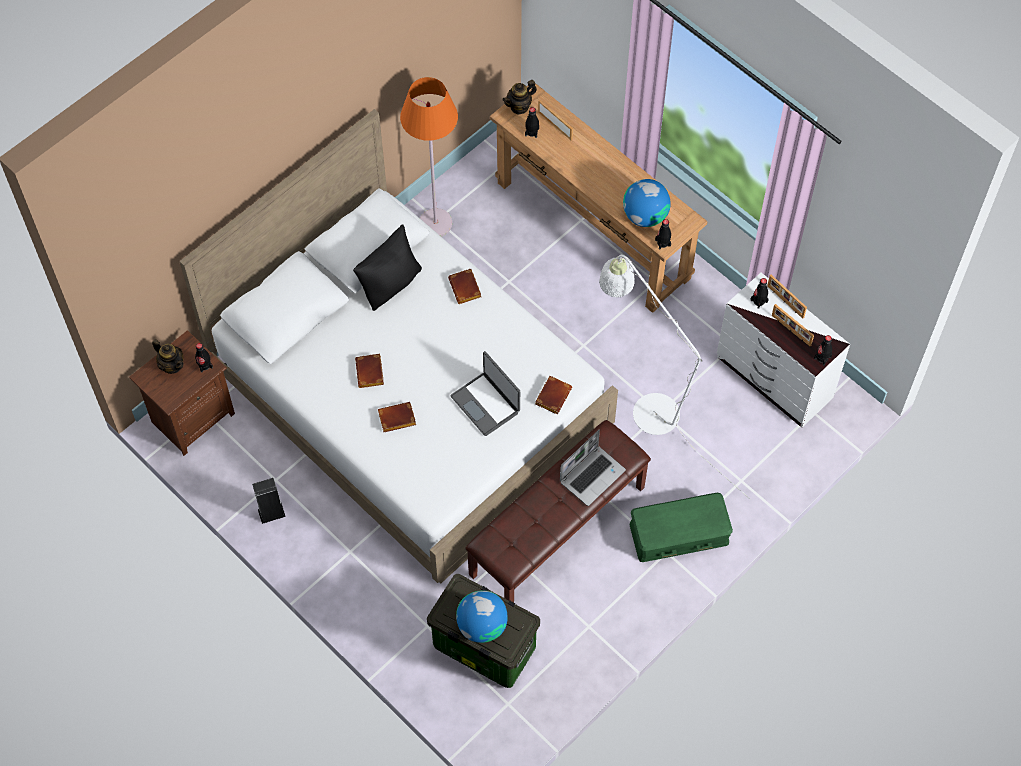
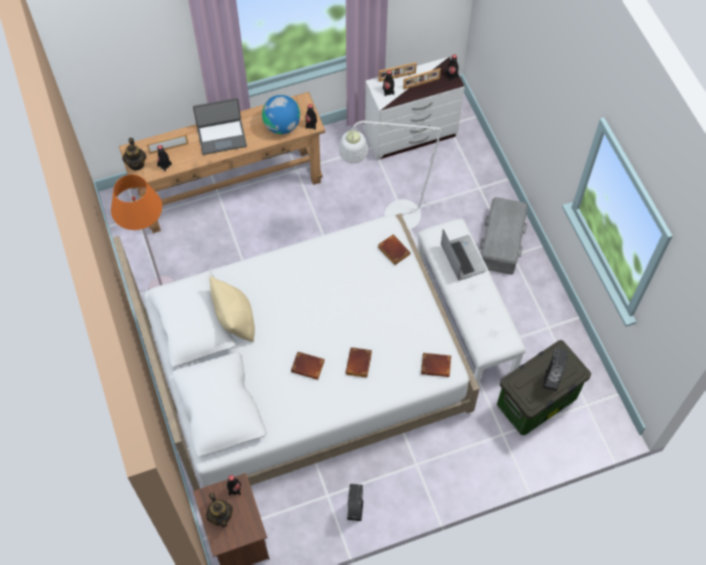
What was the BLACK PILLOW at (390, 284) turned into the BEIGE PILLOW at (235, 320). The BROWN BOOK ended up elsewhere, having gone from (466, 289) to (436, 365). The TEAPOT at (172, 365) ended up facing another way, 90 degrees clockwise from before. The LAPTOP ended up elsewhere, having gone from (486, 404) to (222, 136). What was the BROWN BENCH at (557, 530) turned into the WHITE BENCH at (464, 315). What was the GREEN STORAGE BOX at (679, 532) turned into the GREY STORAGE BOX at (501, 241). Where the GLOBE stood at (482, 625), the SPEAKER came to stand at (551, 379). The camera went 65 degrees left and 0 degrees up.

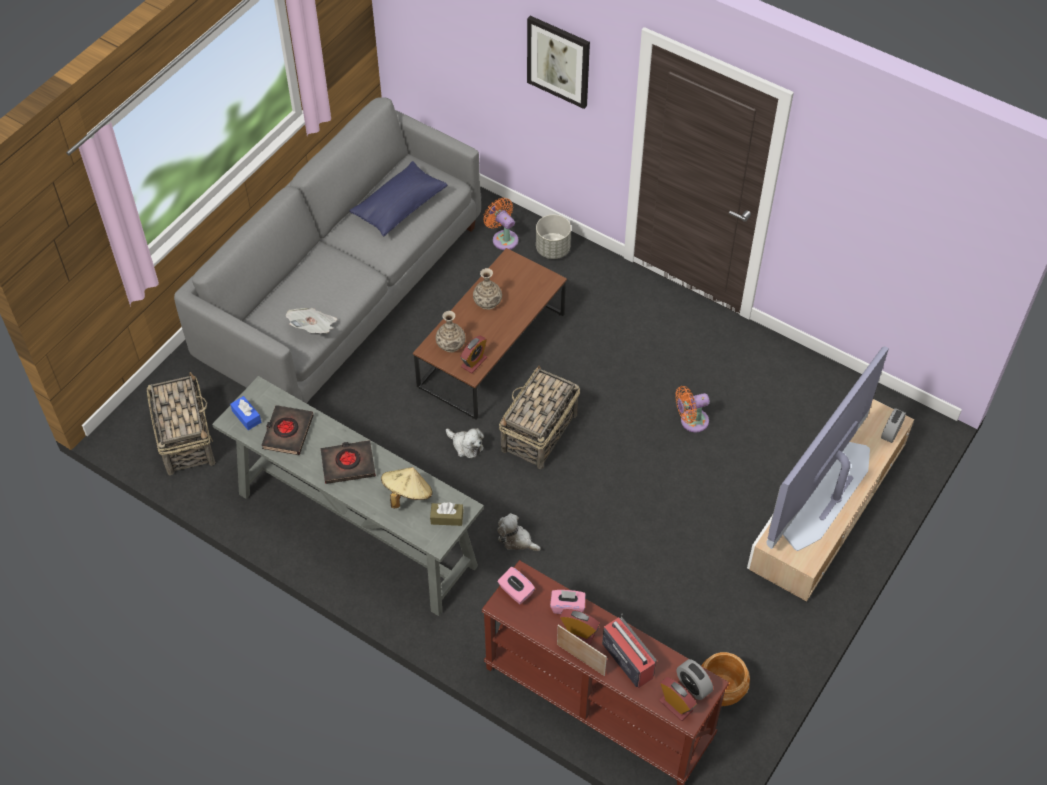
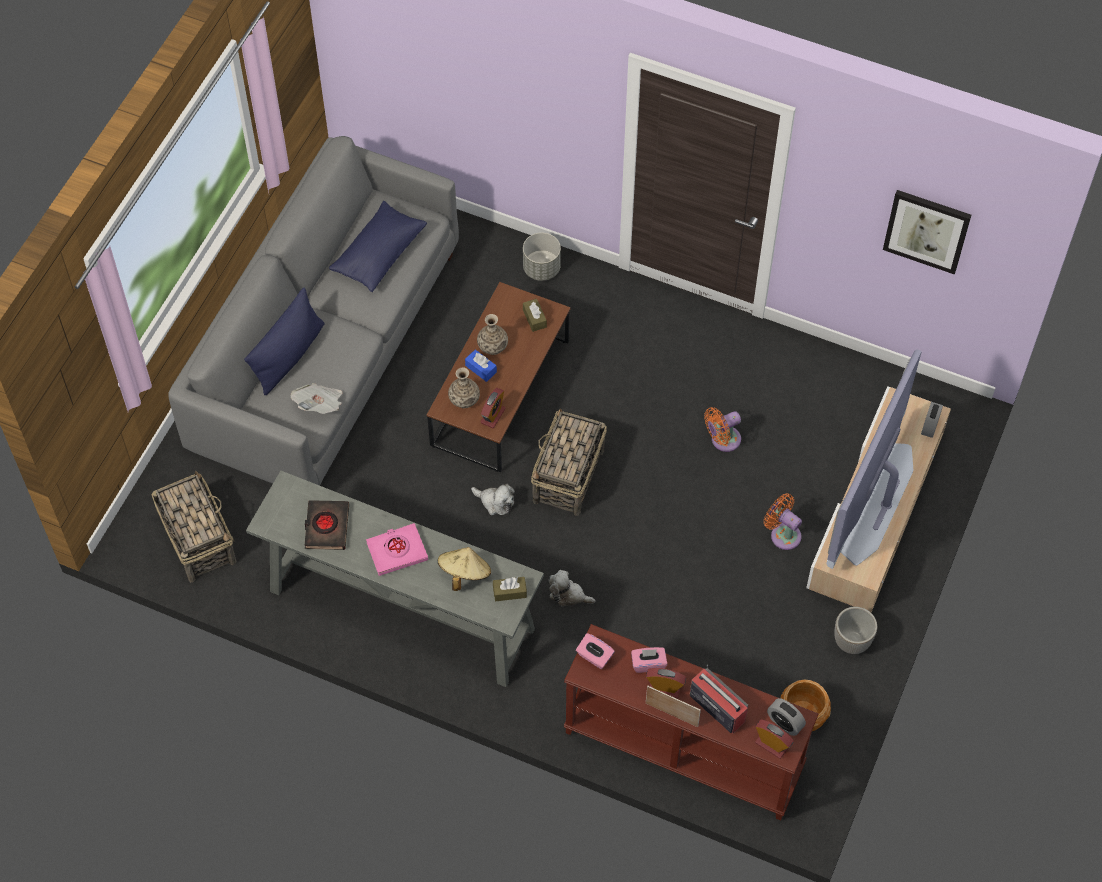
The PICTURE ended up elsewhere, having gone from (559, 61) to (927, 230). The ORANGE FAN ended up elsewhere, having gone from (503, 238) to (783, 534). The BLUE TISSUE BOX ended up elsewhere, having gone from (246, 416) to (481, 369). What was the BLACK BOOK at (348, 464) turned into the PINK BOOK at (397, 551). The second view gained the BLUE PILLOW at (289, 356). The second view gained the BROWN TISSUE BOX at (534, 318). The second view gained the PLANTER at (852, 642). The camera went 10 degrees left and 5 degrees up.

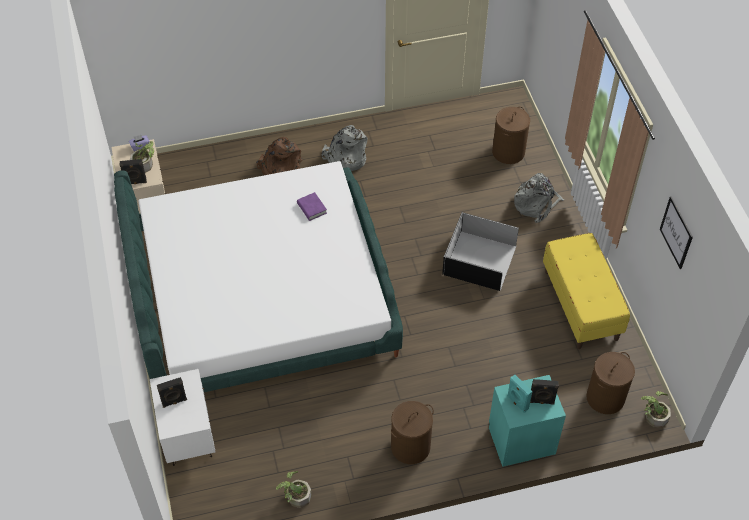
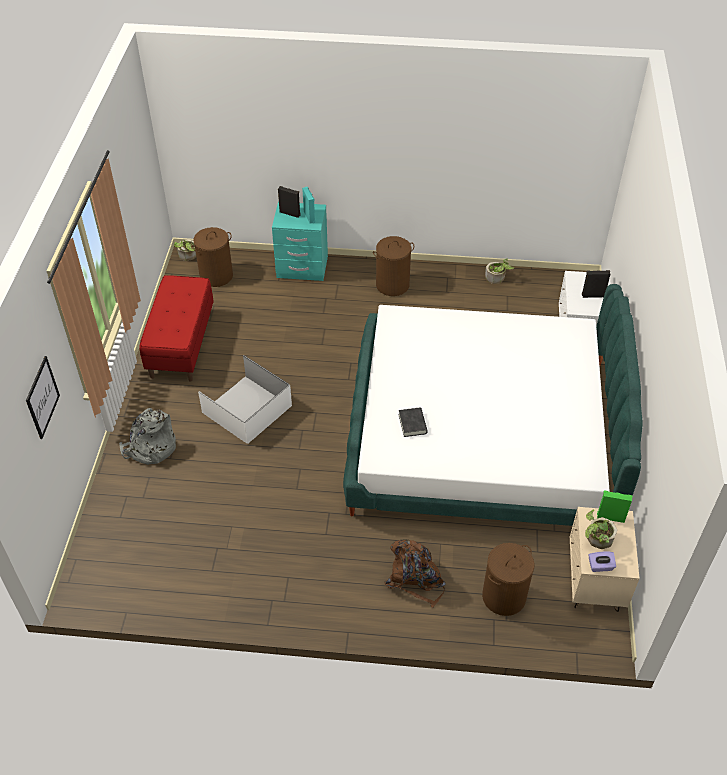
The BROWN LAUNDRY BASKET ended up elsewhere, having gone from (508, 152) to (504, 596). The second view lost the GREY BACKPACK at (345, 158). What was the BLACK SPEAKER at (135, 182) turned into the GREEN SPEAKER at (610, 517). What was the PURPLE BOOK at (312, 208) turned into the BLACK BOOK at (412, 424). The PICTURE ended up elsewhere, having gone from (676, 232) to (42, 397). What was the BLACK STORAGE BOX at (479, 261) turned into the WHITE STORAGE BOX at (247, 408). What was the YELLOW BENCH at (581, 305) turned into the RED BENCH at (181, 344). The camera went 160 degrees left and 5 degrees down.

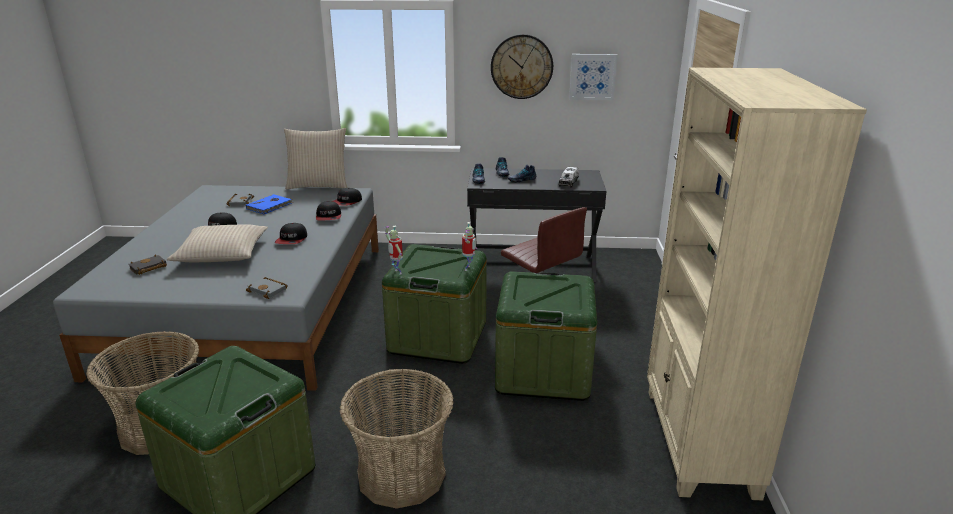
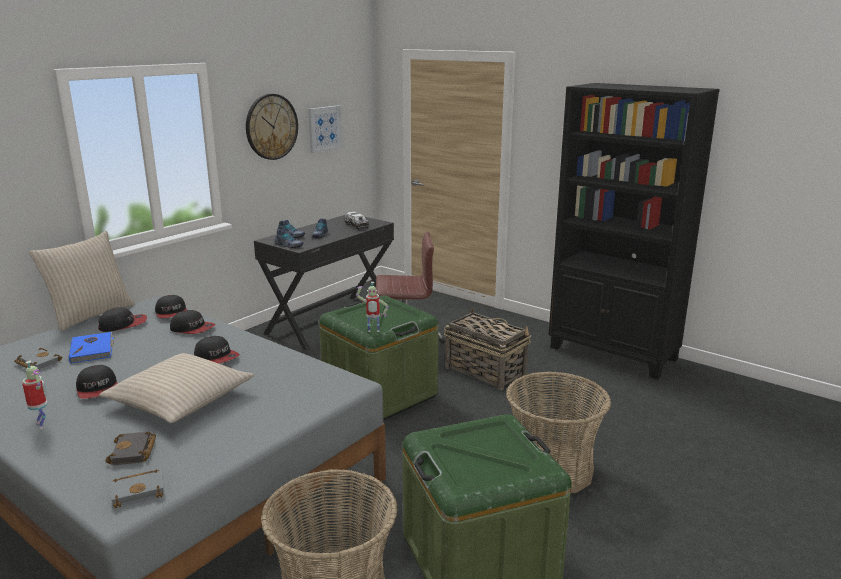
What was the BEIGE BOOKCASE at (698, 441) turned into the BLACK BOOKCASE at (613, 354). The TOY ROBOT ended up elsewhere, having gone from (469, 268) to (42, 425). Where the GREEN STORAGE BOX stood at (543, 371), the BASKET came to stand at (484, 370). The GREY BOOK ended up elsewhere, having gone from (269, 290) to (139, 491). The second view gained the CAP at (123, 325). The camera went 55 degrees left and 5 degrees down.

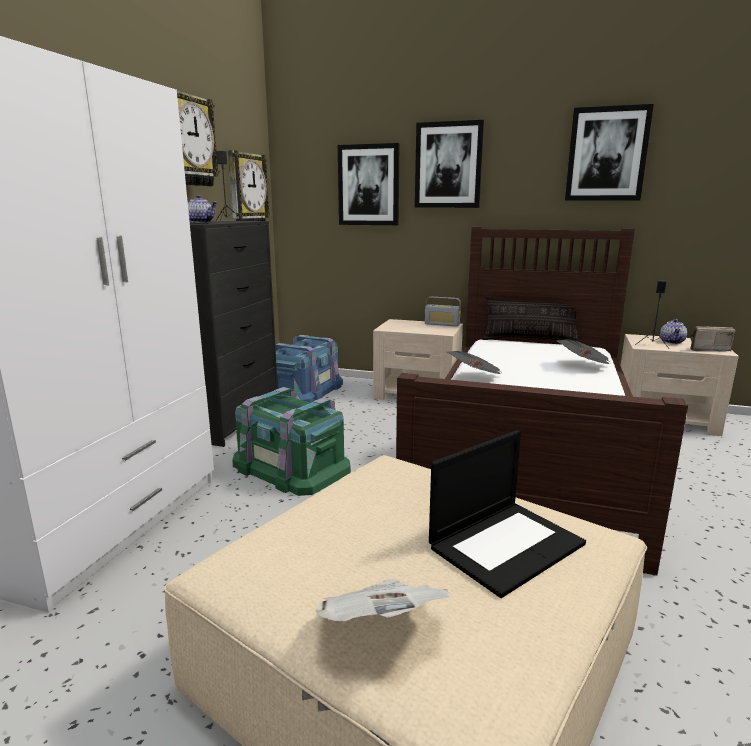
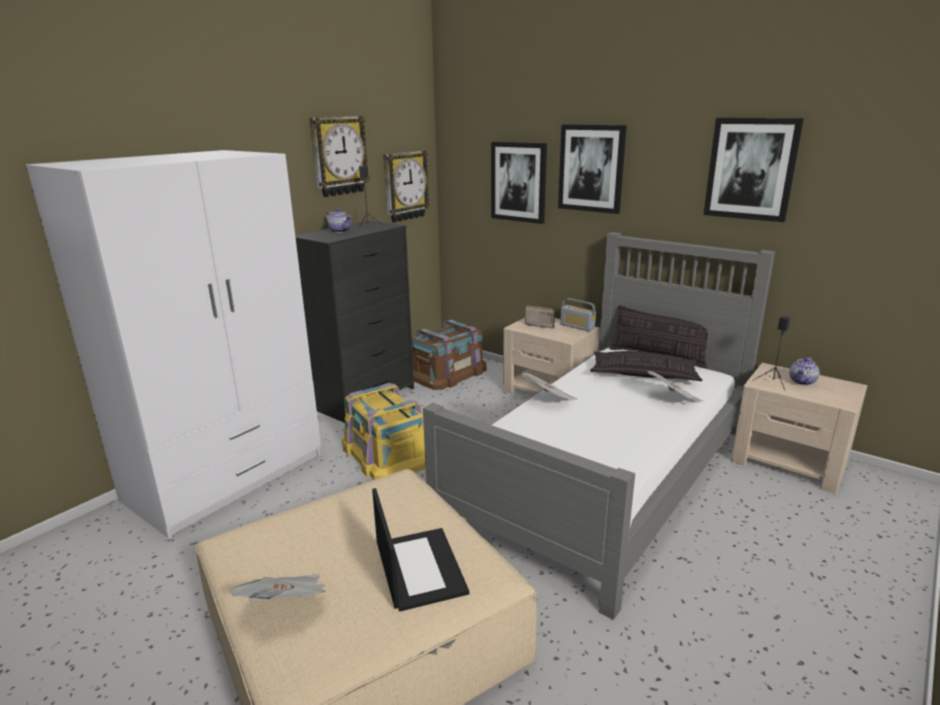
What was the BROWN BED at (528, 450) turned into the GREY BED at (605, 473). The RADIO ended up elsewhere, having gone from (706, 349) to (540, 325). What was the BLUE STORAGE BOX at (305, 390) turned into the BROWN STORAGE BOX at (448, 373). What was the GREEN STORAGE BOX at (290, 467) turned into the YELLOW STORAGE BOX at (385, 452). The LAPTOP at (506, 544) ended up facing another way, 90 degrees counterclockwise from before. The second view gained the PILLOW at (644, 374). The camera went 20 degrees right and 5 degrees up.

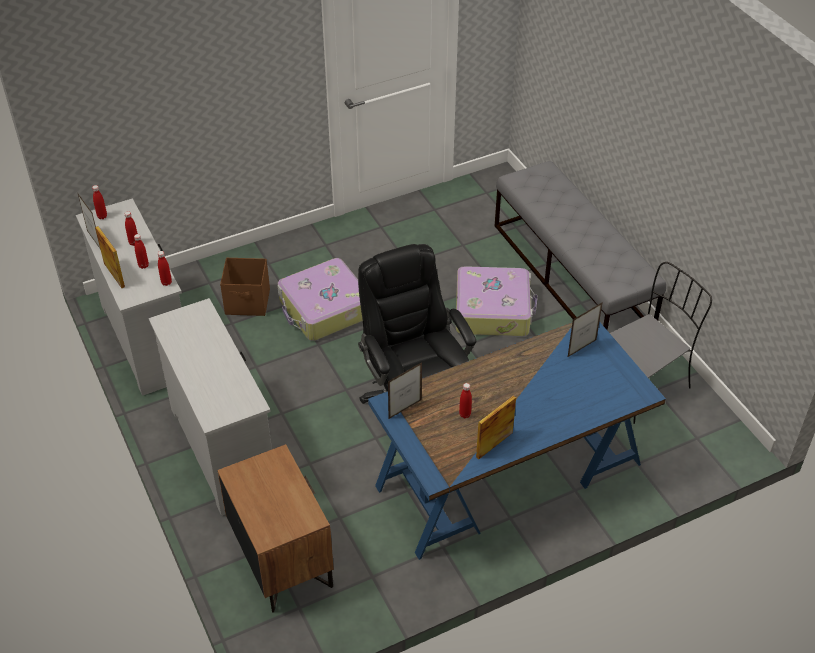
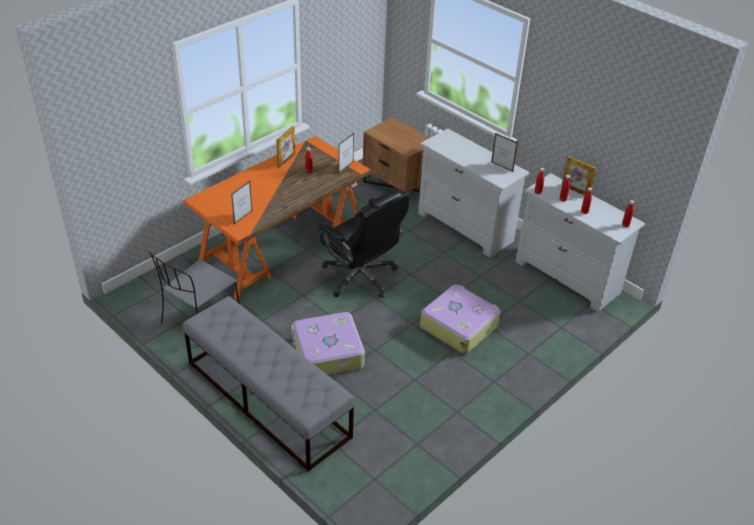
The PICTURE FRAME ended up elsewhere, having gone from (94, 241) to (502, 167). The second view lost the BROWN STORAGE BOX at (248, 302). What was the BLUE DESK at (509, 476) turned into the ORANGE DESK at (282, 246). The camera went 160 degrees right and 5 degrees down.

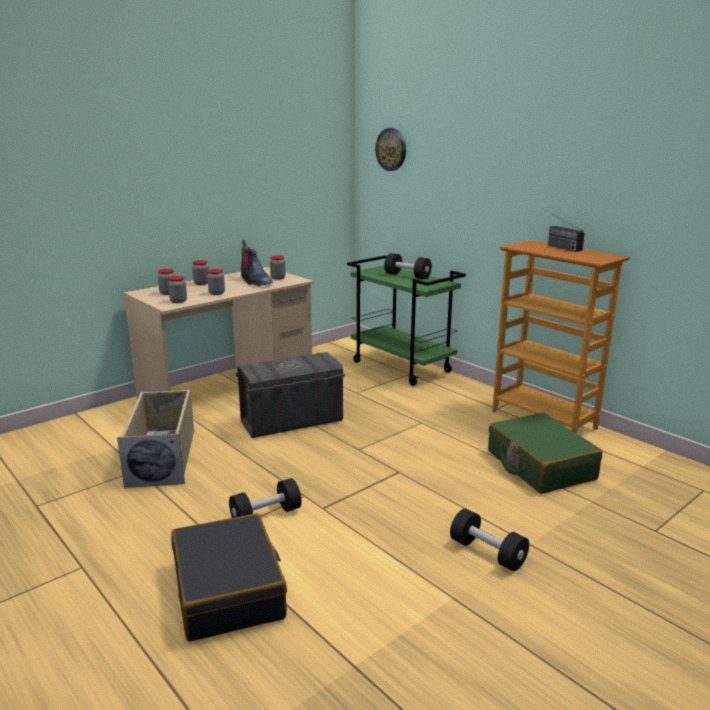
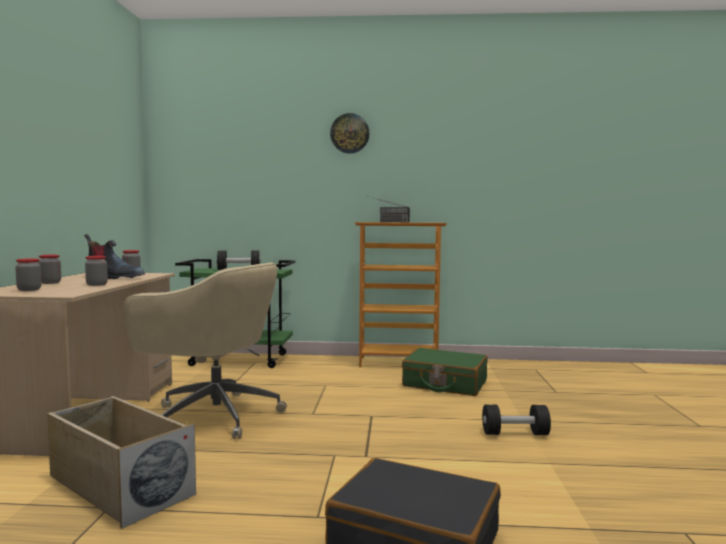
The WALL CLOCK ended up elsewhere, having gone from (391, 149) to (349, 133). The second view lost the JAR at (178, 301). Where the GREY STORAGE BOX stood at (291, 421), the BEIGE OFFICE CHAIR came to stand at (212, 415). The second view lost the BLACK DUMBBELL at (266, 515). The camera went 45 degrees left and 15 degrees down.

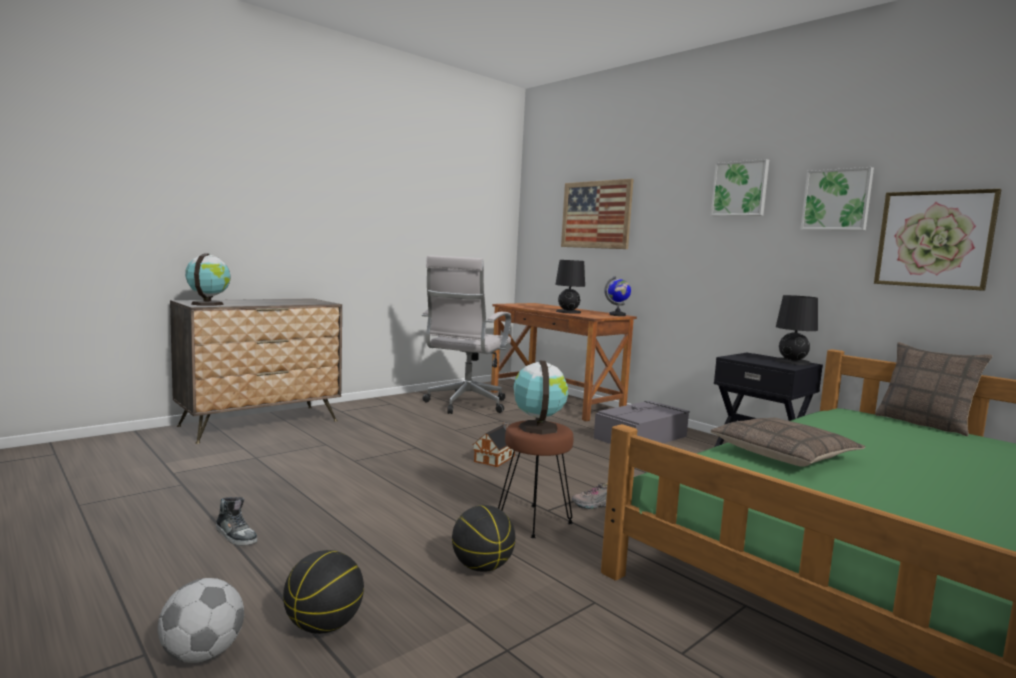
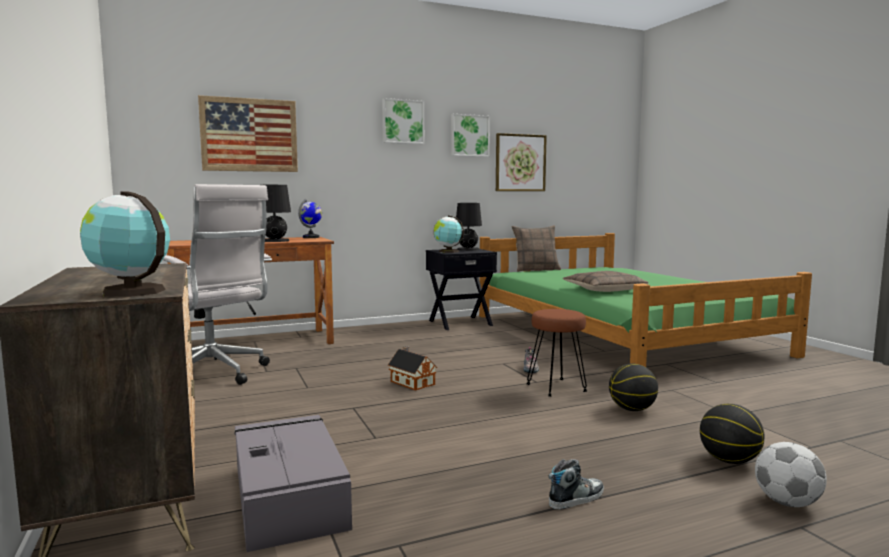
The GLOBE ended up elsewhere, having gone from (538, 427) to (447, 251). The GREY STORAGE BOX ended up elsewhere, having gone from (642, 437) to (288, 495). The camera went 70 degrees left and 0 degrees up.

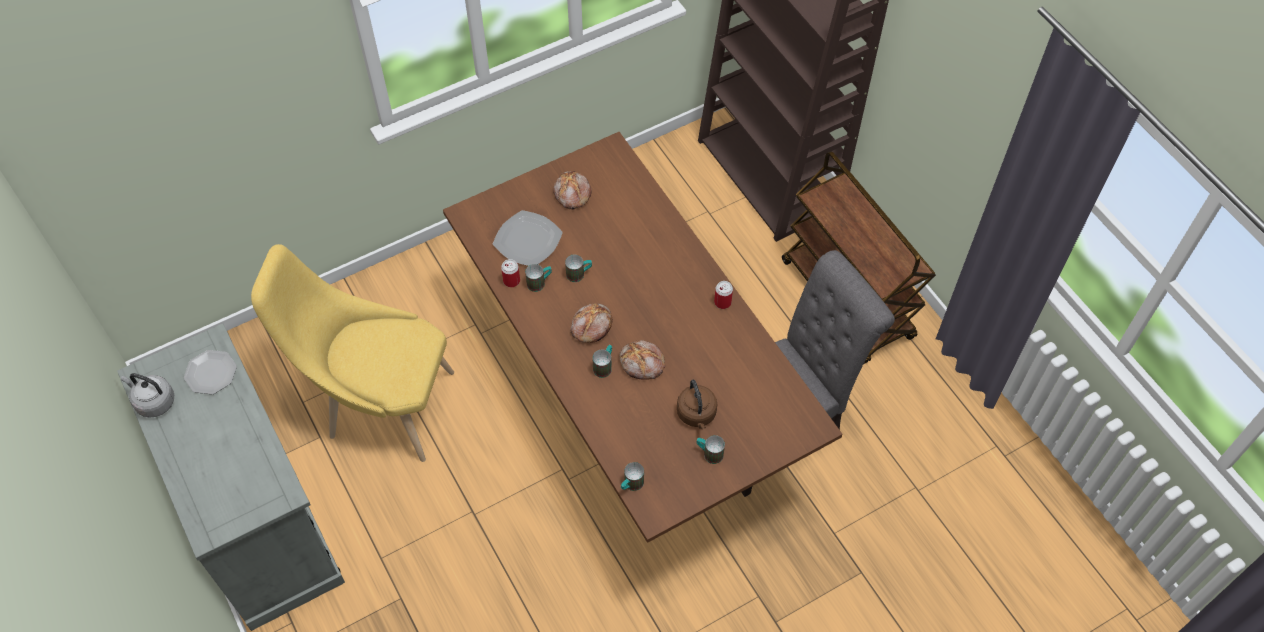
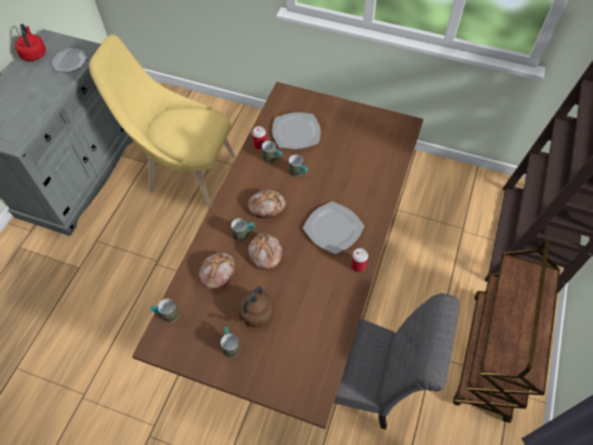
The BREAD ended up elsewhere, having gone from (571, 194) to (217, 273). The YELLOW CHAIR at (382, 404) ended up facing another way, 45 degrees counterclockwise from before. What was the GREY KETTLE at (153, 401) turned into the RED KETTLE at (34, 53). The second view gained the PLATE at (333, 229). The camera went 50 degrees right and 0 degrees up.

